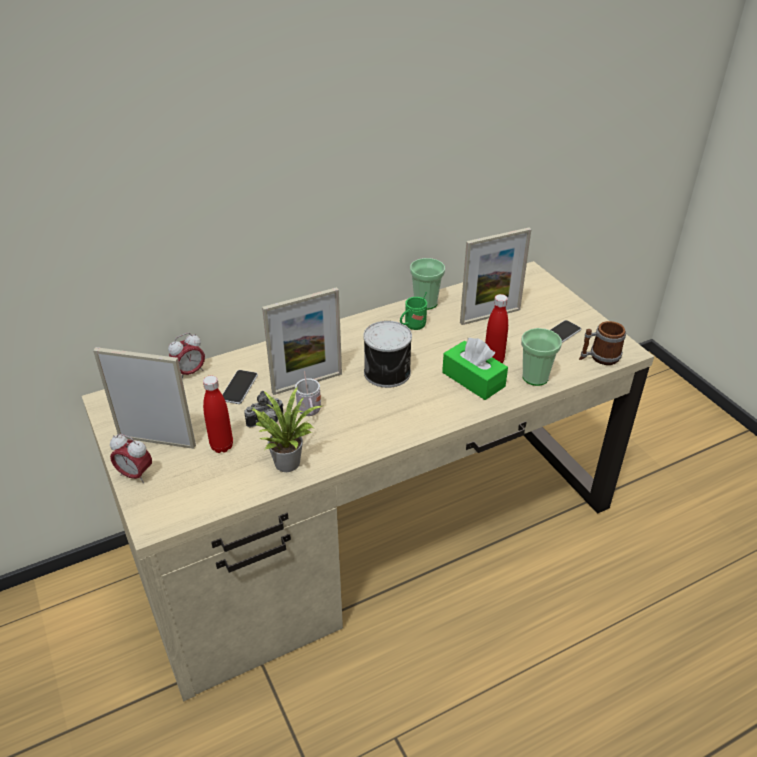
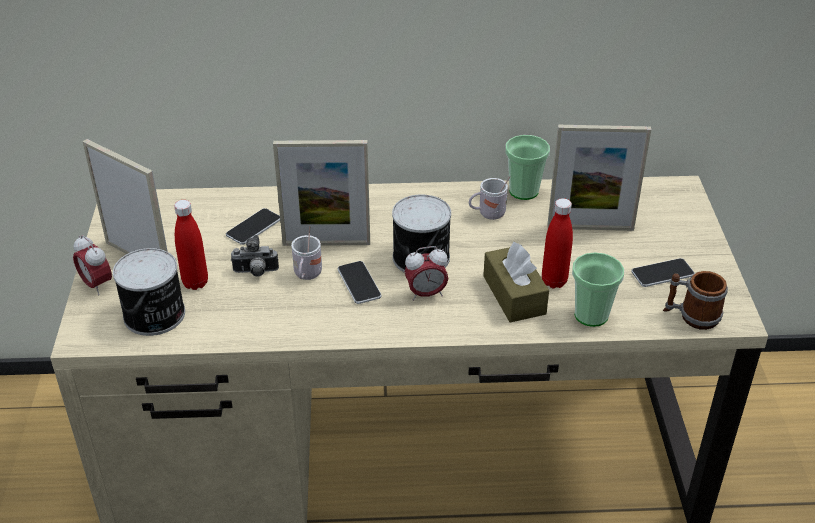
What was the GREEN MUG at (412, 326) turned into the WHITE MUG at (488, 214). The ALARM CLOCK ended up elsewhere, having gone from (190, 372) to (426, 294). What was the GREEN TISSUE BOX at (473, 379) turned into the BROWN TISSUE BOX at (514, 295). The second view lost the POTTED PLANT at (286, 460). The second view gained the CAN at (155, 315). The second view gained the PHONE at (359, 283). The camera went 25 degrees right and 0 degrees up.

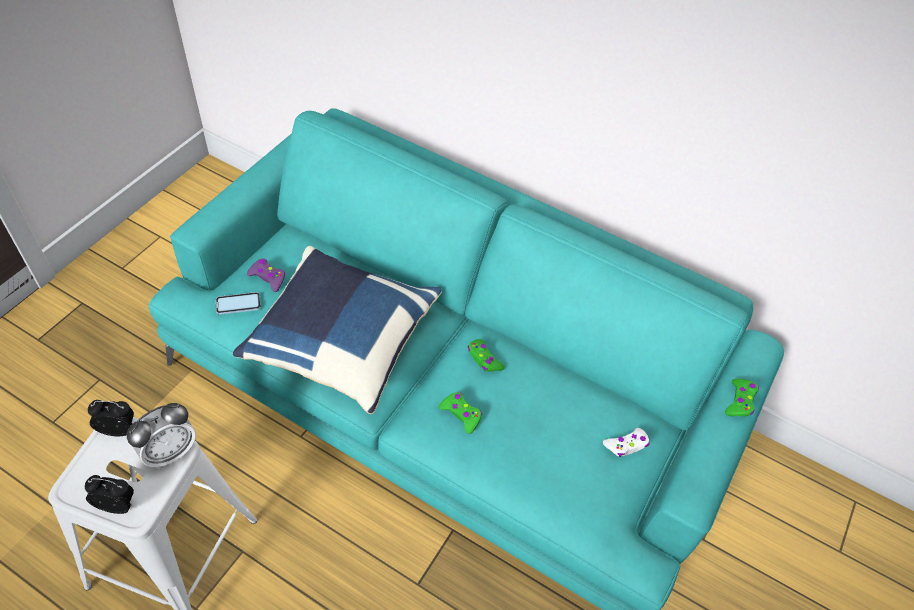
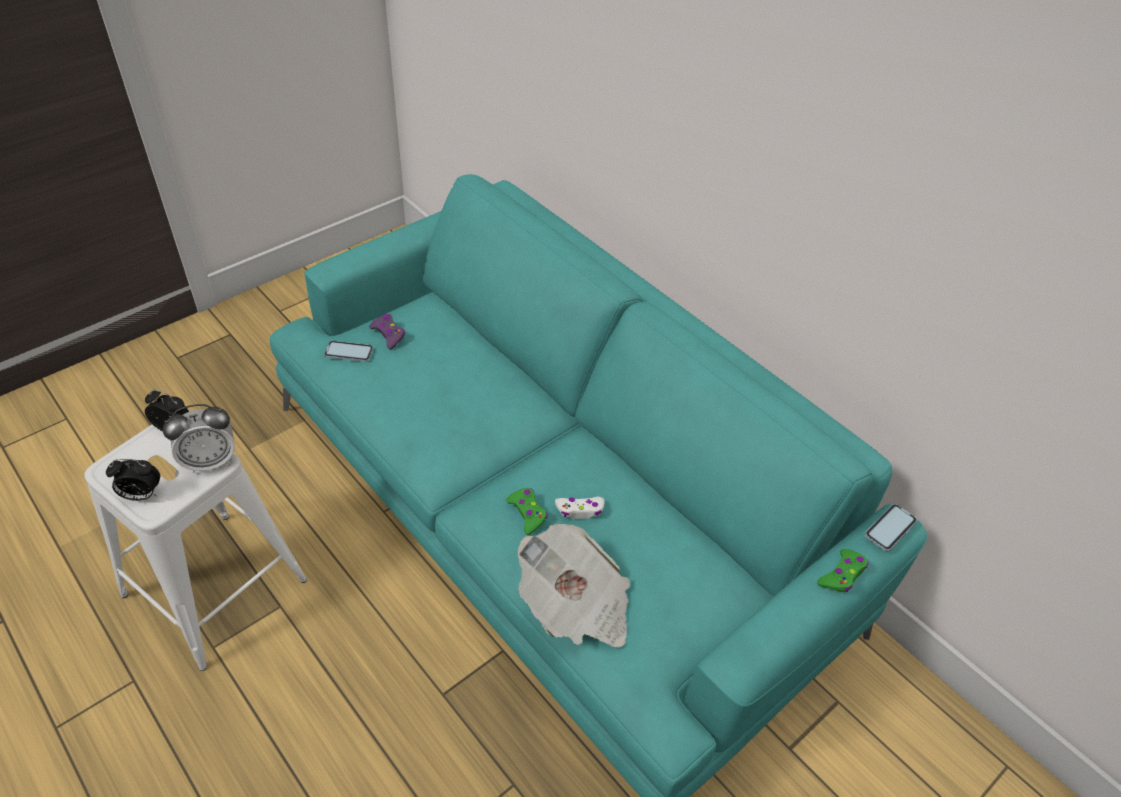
The second view lost the BLUE PILLOW at (341, 341). The second view lost the GREEN GAME CONTROLLER at (484, 359). The WHITE GAME CONTROLLER ended up elsewhere, having gone from (626, 445) to (580, 510). The ALARM CLOCK at (118, 504) ended up facing another way, 150 degrees clockwise from before. The second view gained the PHONE at (890, 528). The second view gained the NEWSPAPER at (575, 605). The camera went 20 degrees right and 5 degrees down.

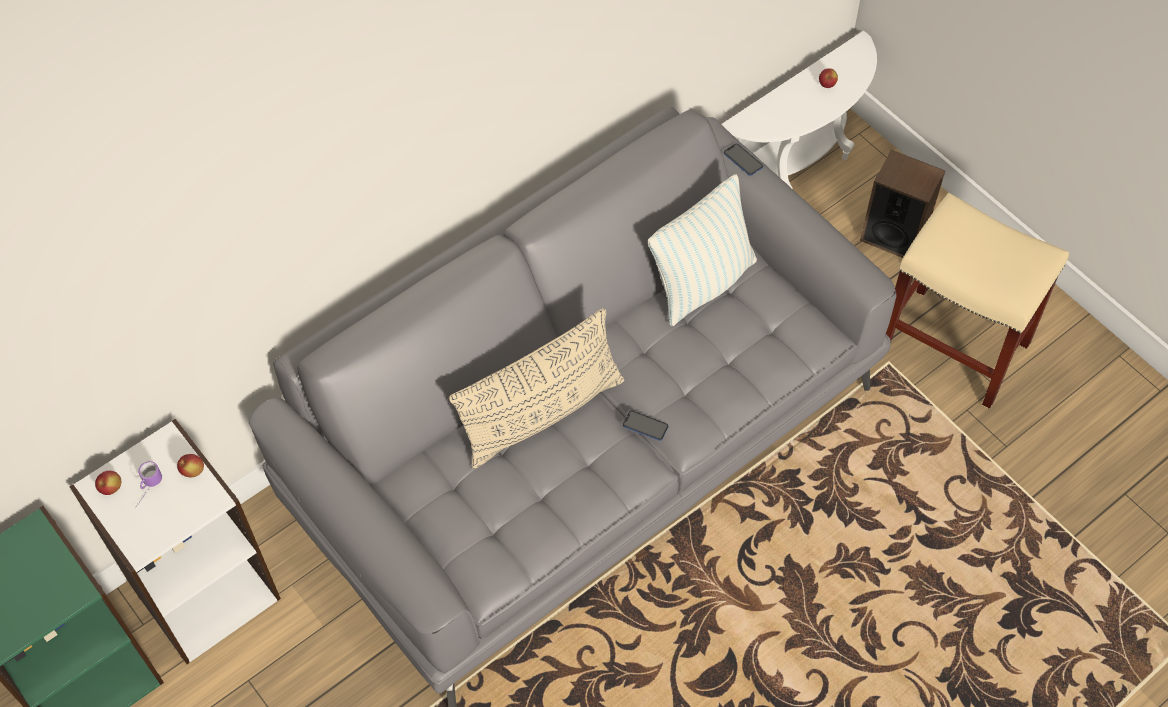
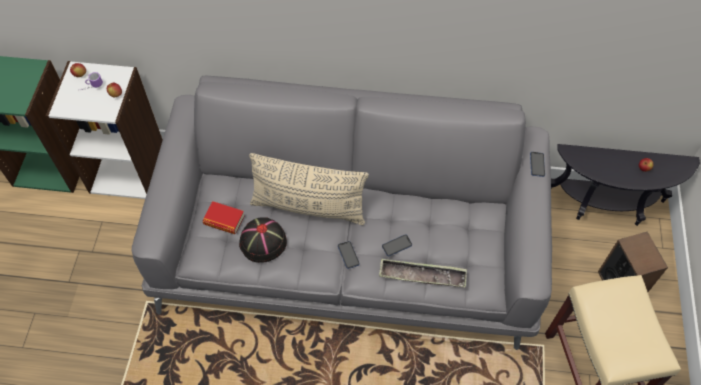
What was the WHITE SIDE TABLE at (798, 164) turned into the BLACK SIDE TABLE at (606, 207). The second view lost the PILLOW at (702, 283). The second view gained the BOOK at (224, 220). The second view gained the BLACK HAT at (263, 242). The second view gained the PHONE at (397, 245). The second view gained the TRAY at (422, 275). The camera went 45 degrees right and 0 degrees up.

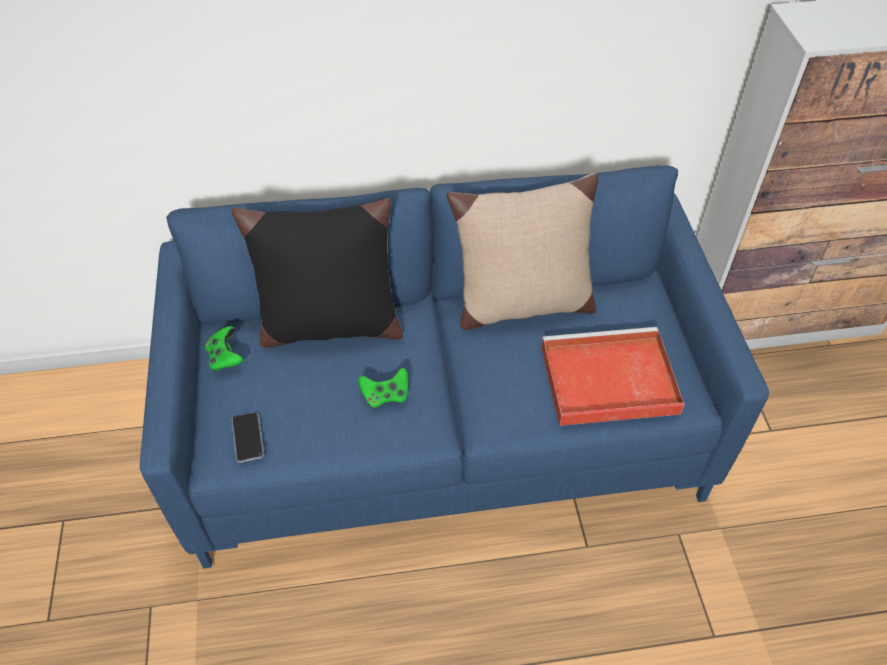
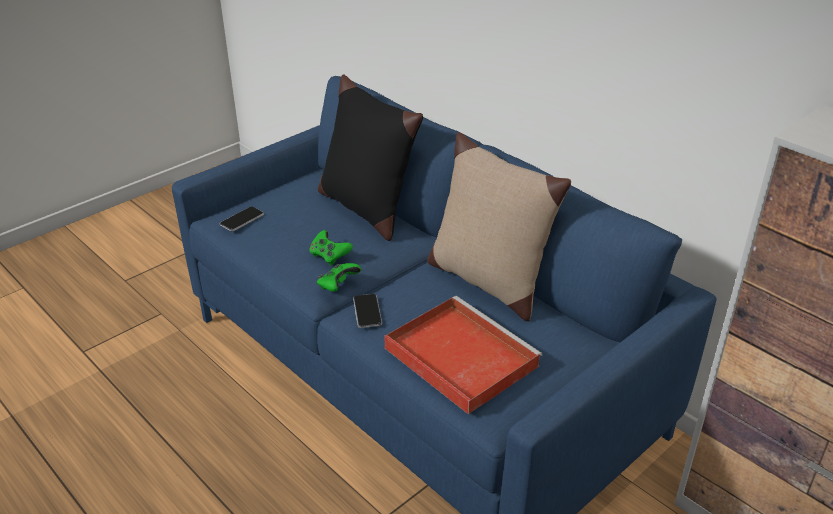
The GREEN GAME CONTROLLER ended up elsewhere, having gone from (225, 357) to (338, 286). The second view gained the PHONE at (367, 311). The camera went 55 degrees right and 15 degrees down.

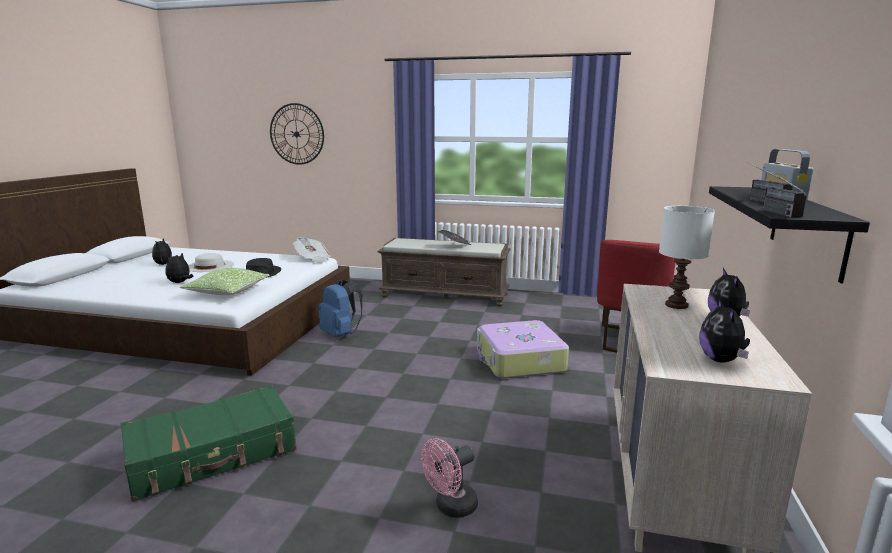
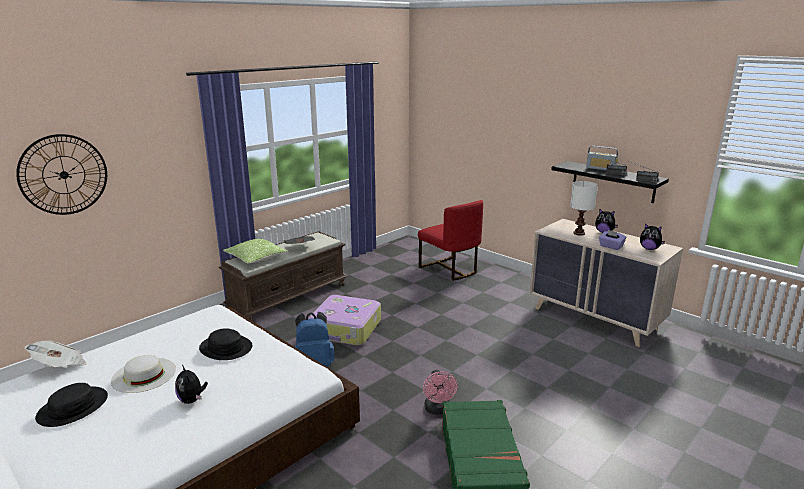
The NEWSPAPER ended up elsewhere, having gone from (313, 259) to (60, 365). Where the PLUSH TOY stood at (165, 264), the BLACK HAT came to stand at (73, 407). The PILLOW ended up elsewhere, having gone from (227, 291) to (256, 258). The SUITCASE ended up elsewhere, having gone from (519, 361) to (346, 329). The PINK FAN ended up elsewhere, having gone from (451, 507) to (438, 410). The second view gained the PURPLE TISSUE BOX at (611, 246). The camera went 60 degrees left and 5 degrees up.

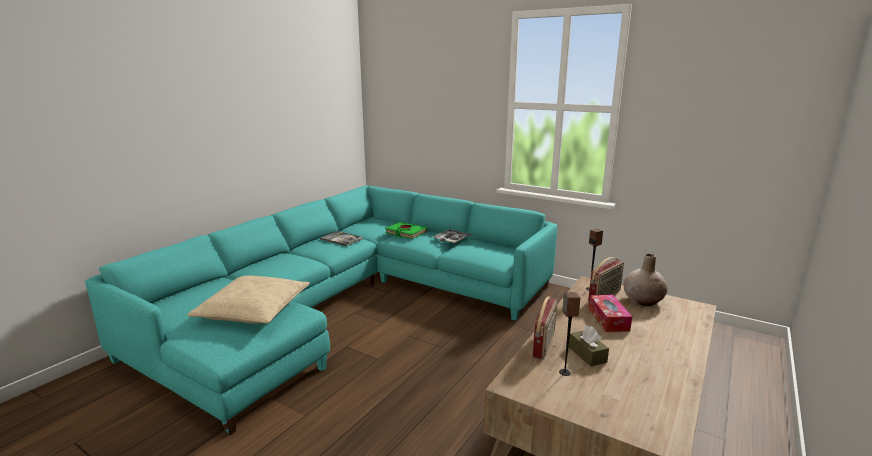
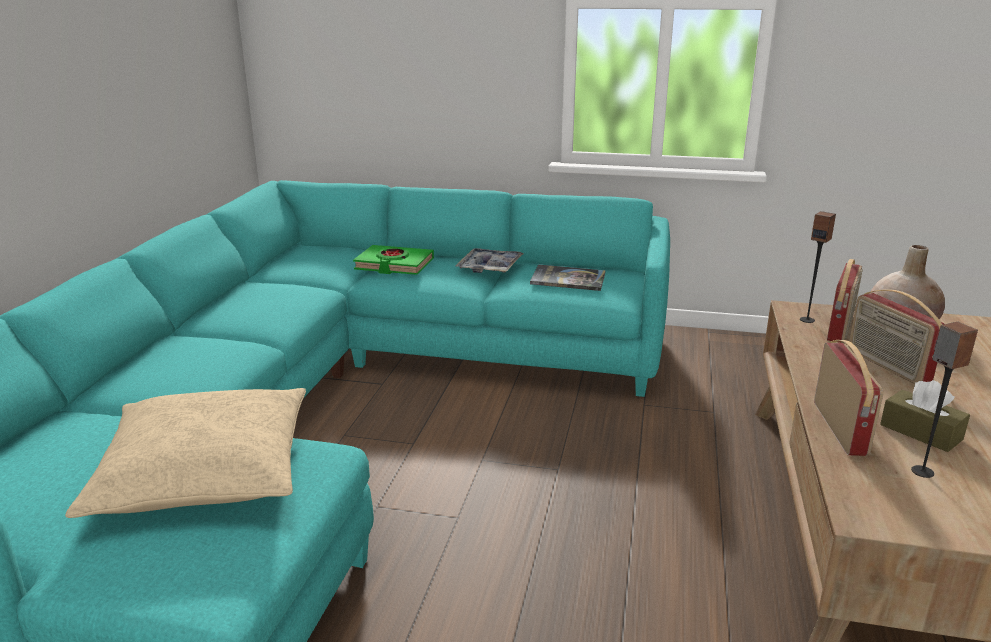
The BOOK ended up elsewhere, having gone from (341, 239) to (568, 279). Where the TISSUE BOX stood at (608, 319), the RADIO came to stand at (886, 366). The camera went 20 degrees left and 5 degrees up.

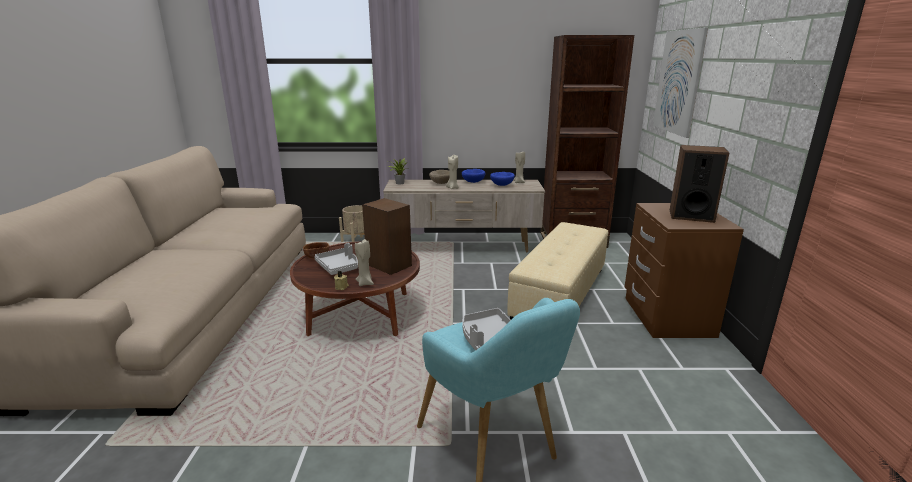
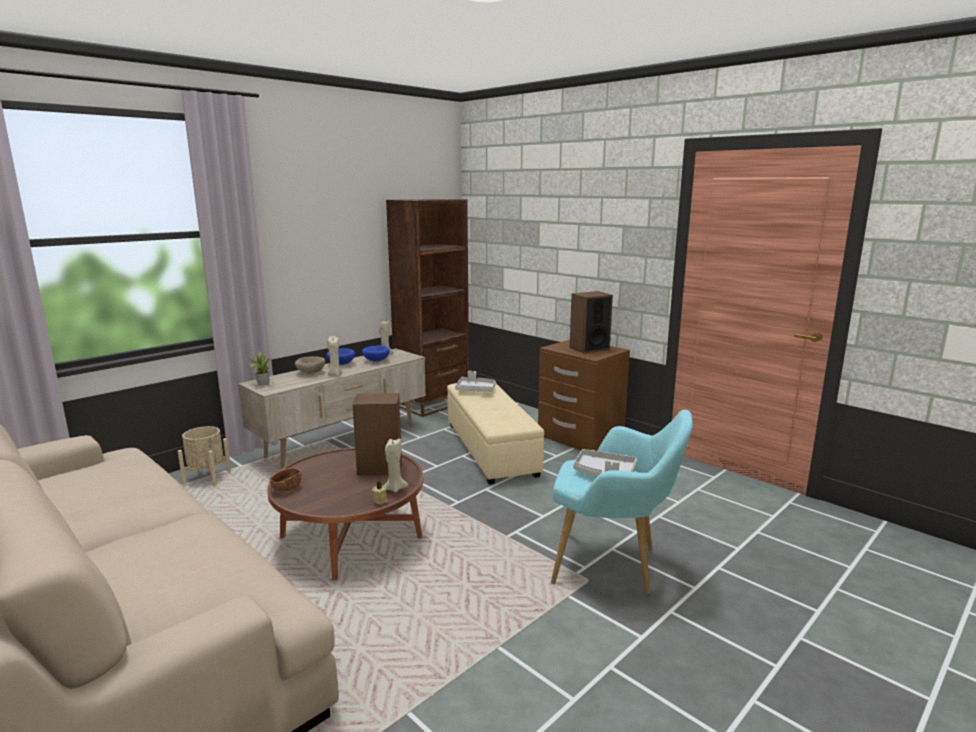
The second view lost the PICTURE at (678, 82). The GREY TRAY ended up elsewhere, having gone from (339, 267) to (476, 390). The camera went 45 degrees left and 5 degrees down.

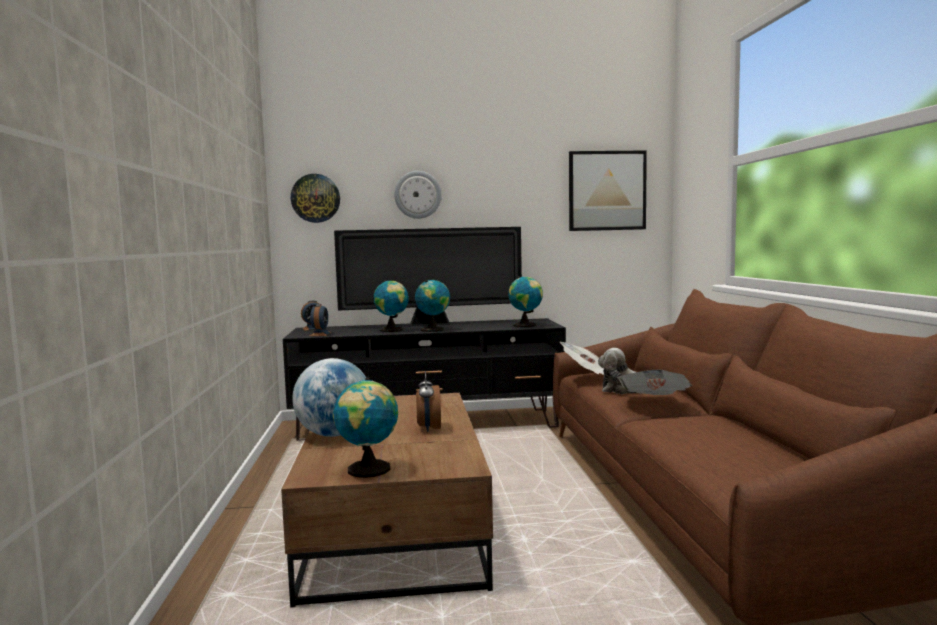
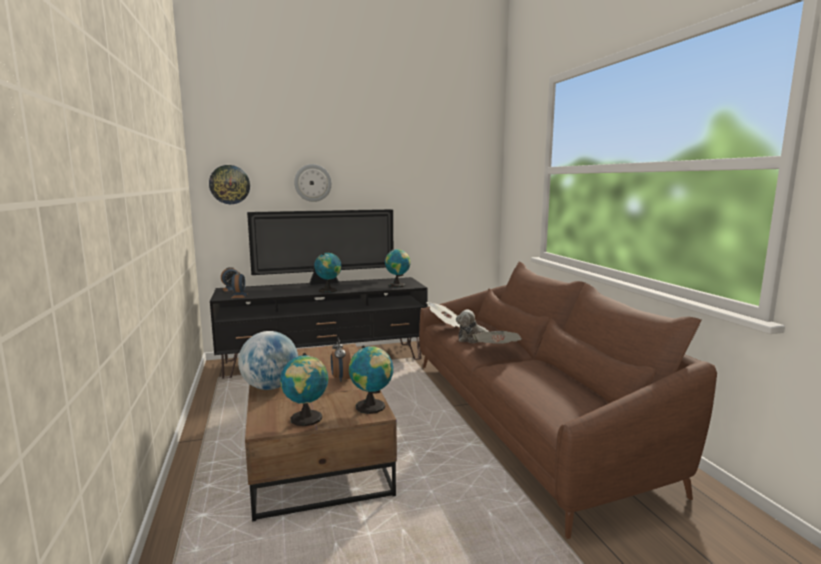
The second view lost the PICTURE at (607, 191). The GLOBE ended up elsewhere, having gone from (392, 330) to (372, 407). The camera went 10 degrees left and 5 degrees up.

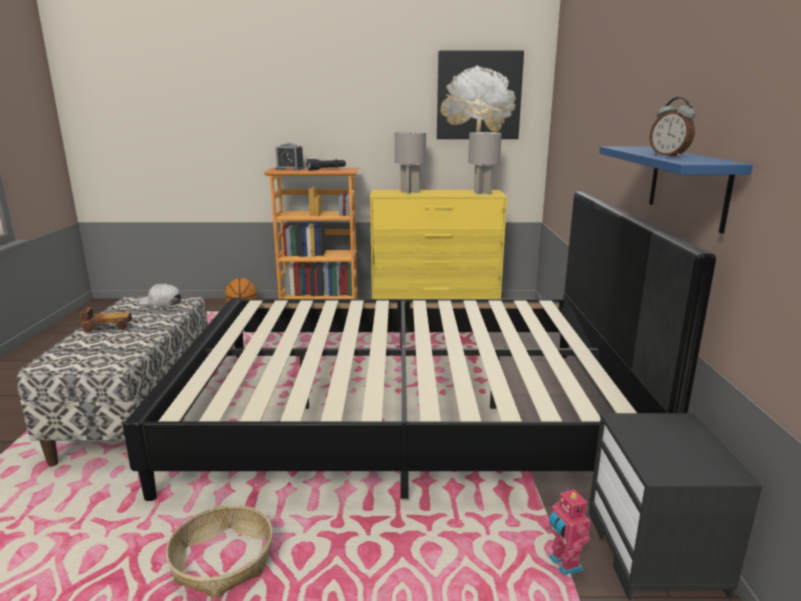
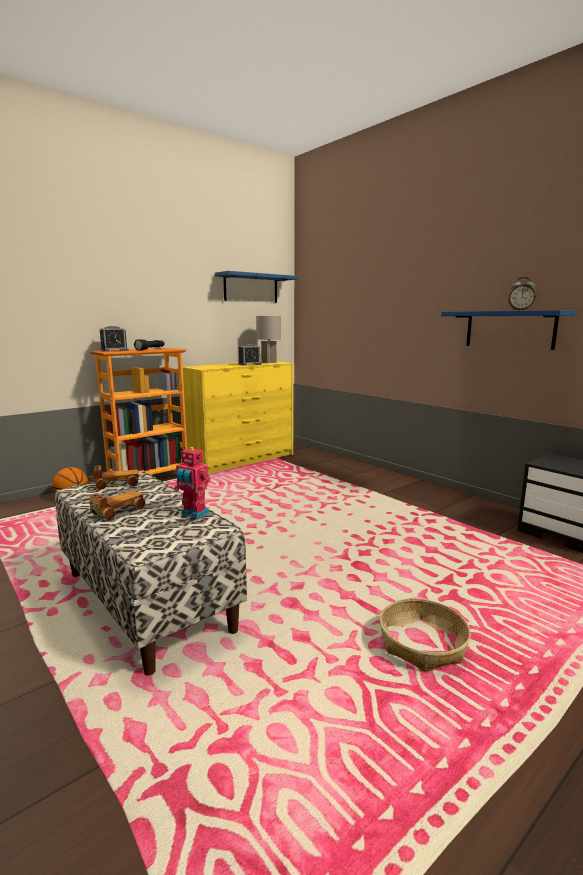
Where the PICTURE hung at (478, 96), the BLUE SHELF came to hang at (251, 288). The second view lost the GREY TABLE LAMP at (410, 192). The second view lost the BLACK BED at (403, 413). Where the WHITE CAP stood at (161, 303), the TOY CAR came to stand at (116, 484). The TOY ROBOT ended up elsewhere, having gone from (563, 565) to (193, 513). The second view gained the ALARM CLOCK at (249, 364). The camera went 40 degrees left and 5 degrees down.

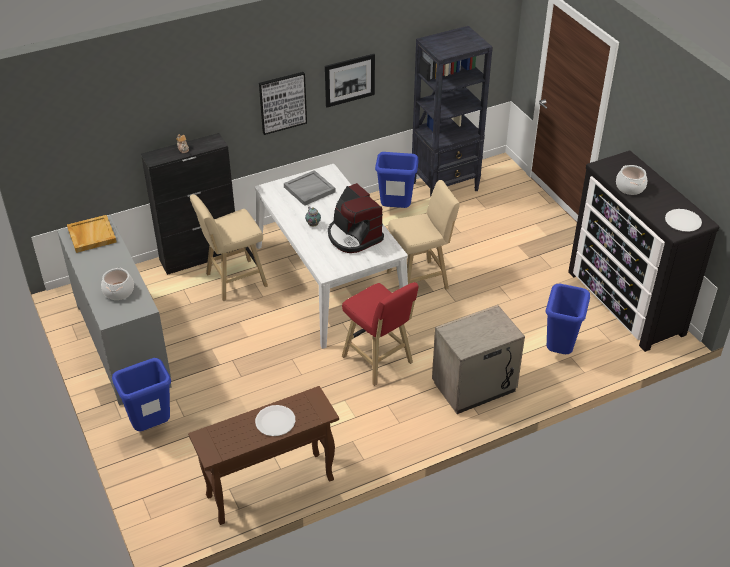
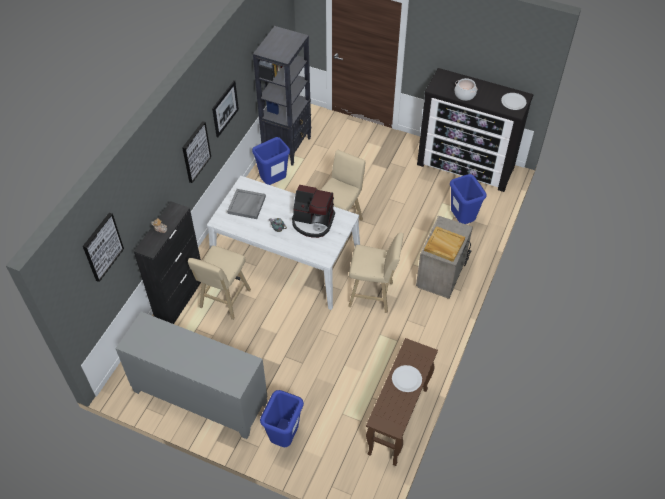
The BEIGE TRAY ended up elsewhere, having gone from (91, 235) to (444, 245). The second view lost the COOKING POT at (119, 291). What was the RED STOOL at (379, 362) turned into the BEIGE STOOL at (373, 295). The second view gained the PICTURE at (102, 247). The camera went 40 degrees left and 10 degrees up.

